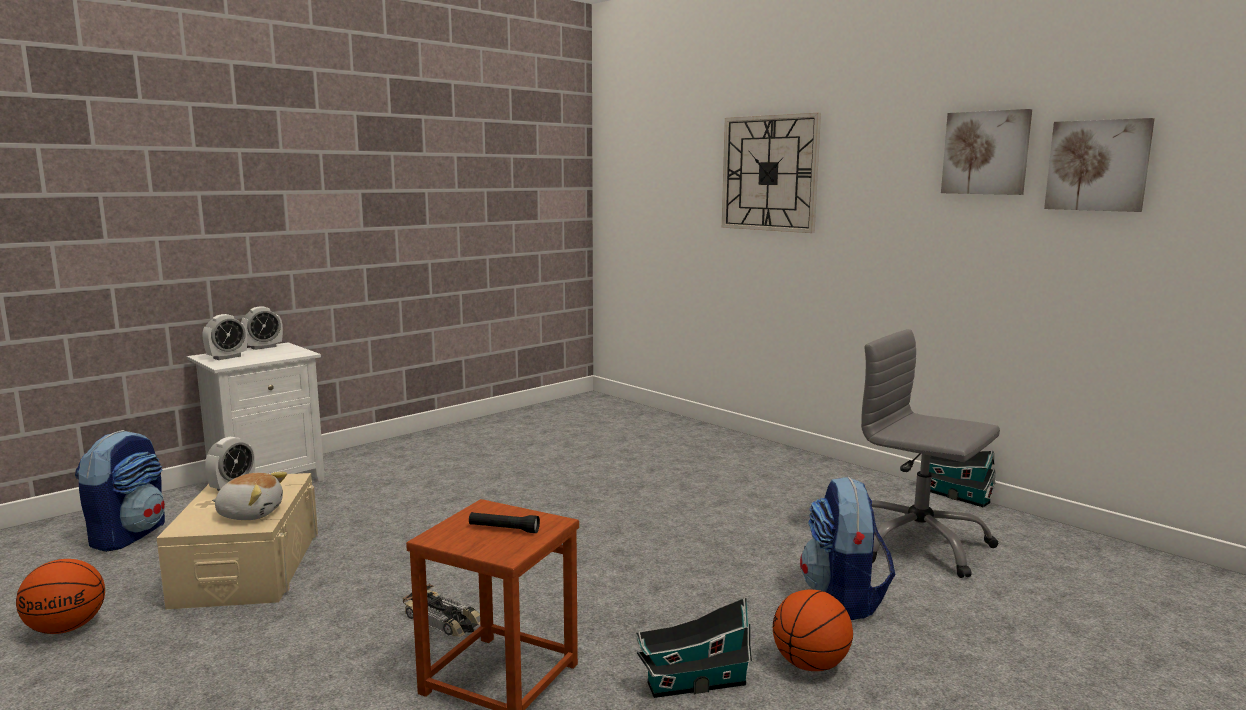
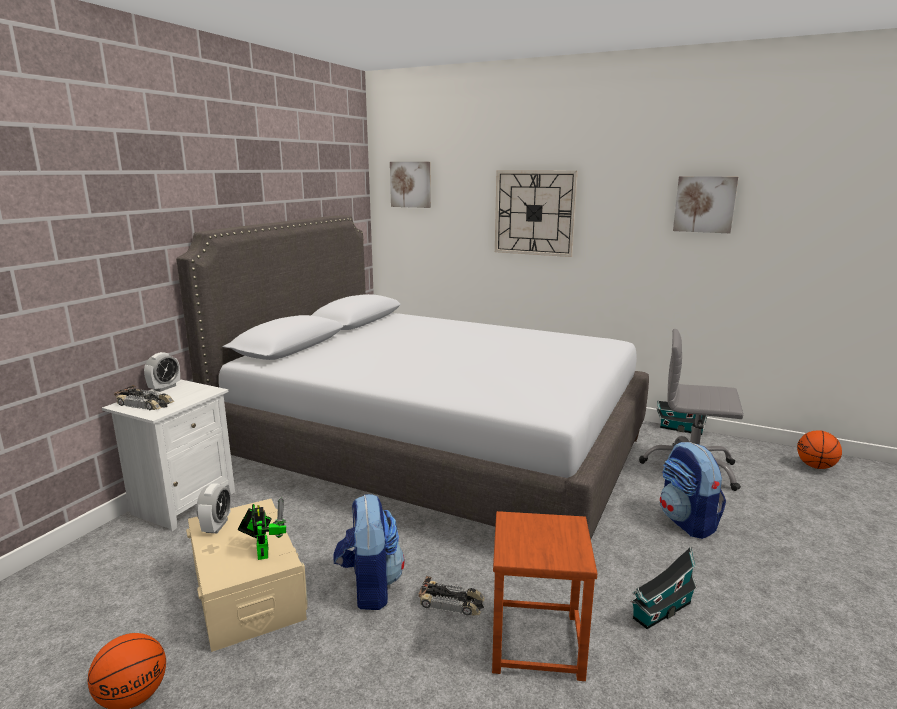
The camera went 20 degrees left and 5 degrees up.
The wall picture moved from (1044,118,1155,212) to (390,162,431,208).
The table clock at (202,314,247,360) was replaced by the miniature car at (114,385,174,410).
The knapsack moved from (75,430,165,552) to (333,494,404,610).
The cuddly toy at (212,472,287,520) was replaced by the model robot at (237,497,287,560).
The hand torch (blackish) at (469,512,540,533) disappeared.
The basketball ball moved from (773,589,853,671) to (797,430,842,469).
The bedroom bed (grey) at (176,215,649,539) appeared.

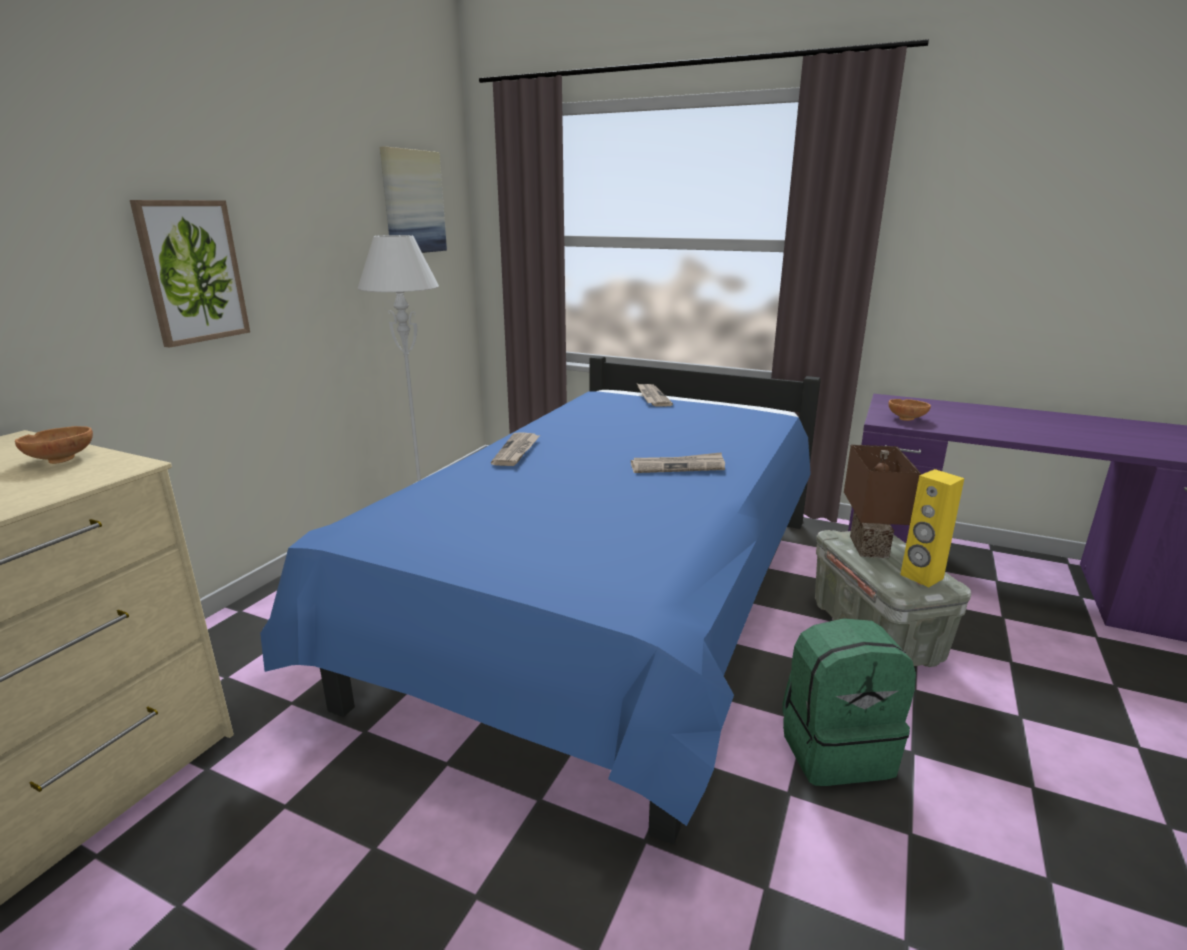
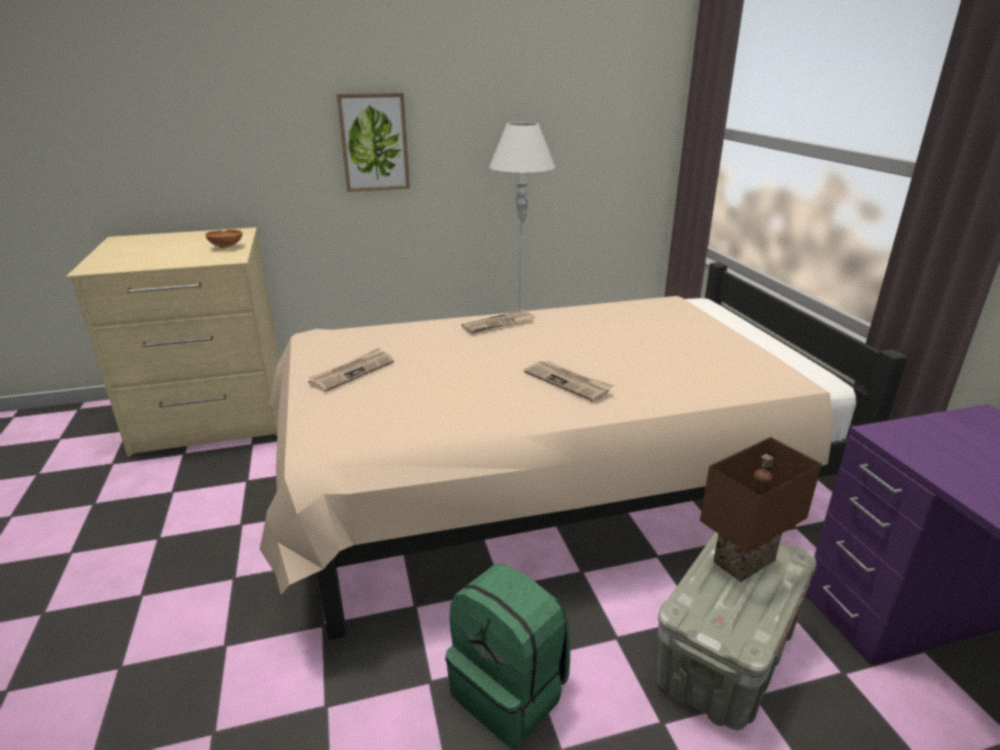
The camera went 50 degrees right and 5 degrees up.
The wall picture at (380,146,447,253) disappeared.
The bedroom bed (blue-coloured) at (260,356,821,844) became the bedroom bed (sand-coloured) at (260,262,907,640).
The printed paper moved from (637,383,673,407) to (308,348,394,392).
The serving bowl (brownish) at (888,399,931,421) disappeared.
The audio speaker (yellowish) at (900,469,964,587) disappeared.

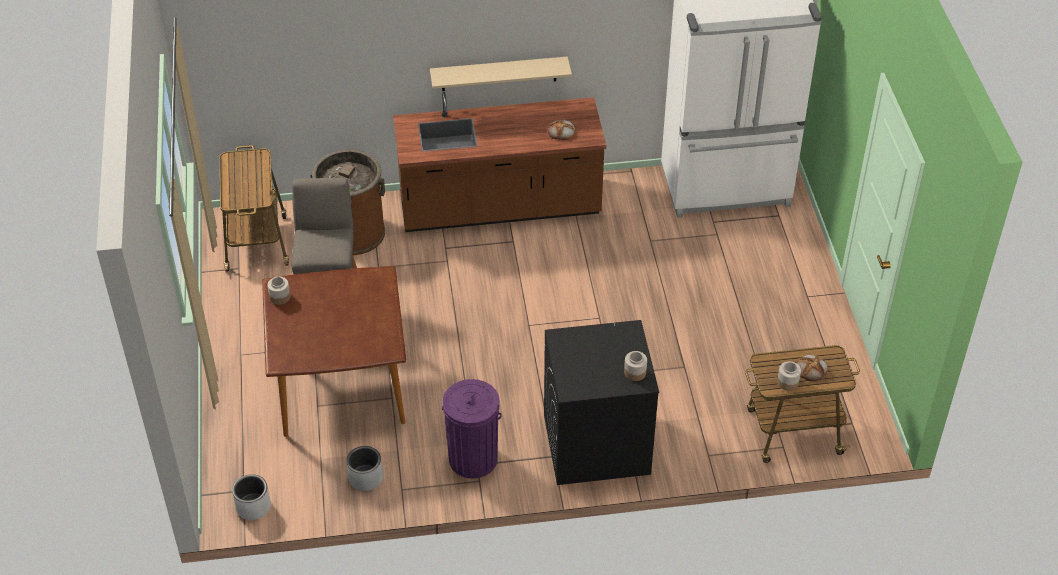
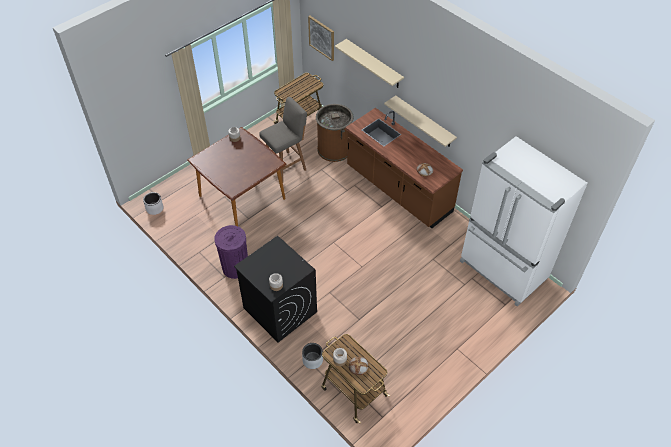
The camera went 55 degrees right and 5 degrees up.
The planter (grey) moved from (346,446,383,491) to (302,343,323,369).
The wall picture at (308,16,334,61) appeared.
The wall shelf (sand-coloured) at (335,39,404,88) appeared.

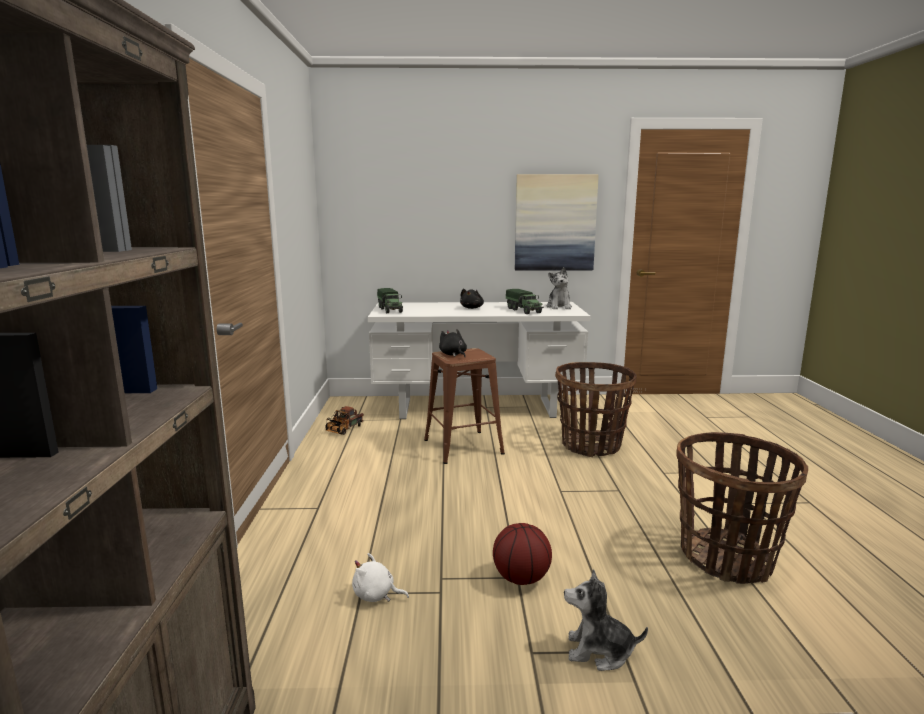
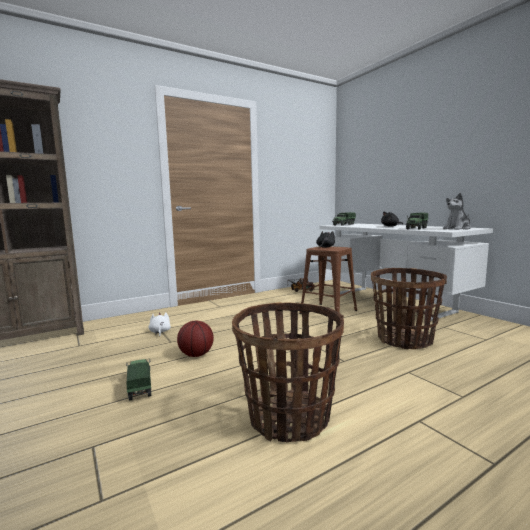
The camera went 60 degrees right and 5 degrees down.
The wall picture at (515,174,599,271) disappeared.
The cuddly toy at (564,569,648,671) was replaced by the model truck at (126,359,151,401).

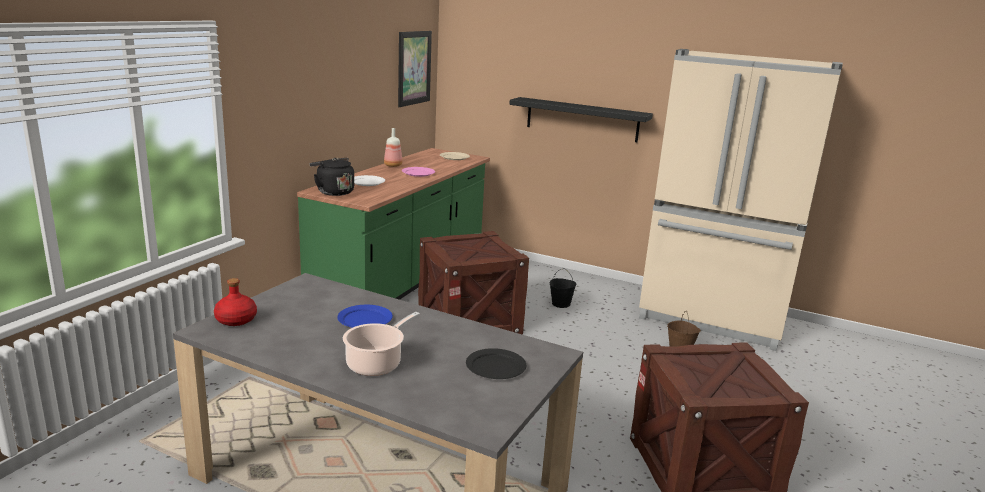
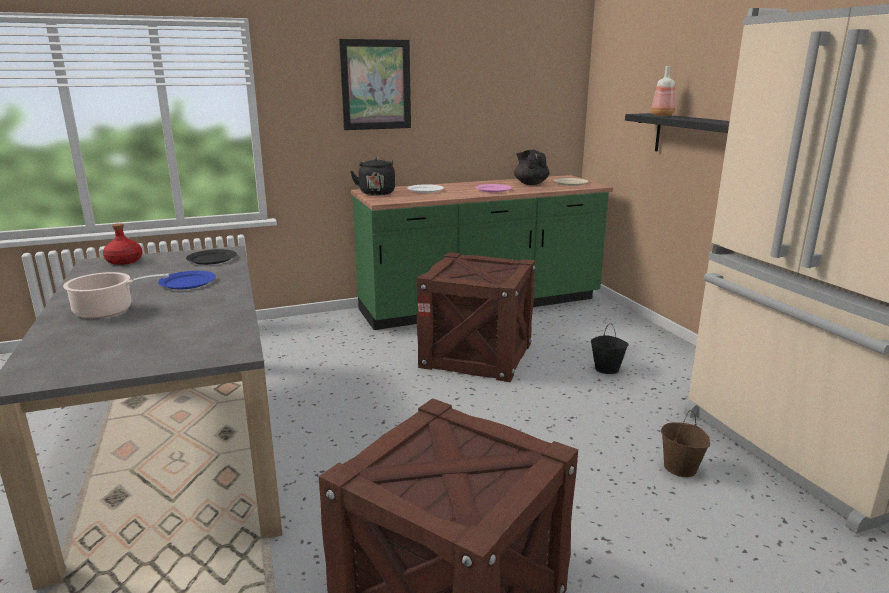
The camera went 45 degrees right and 0 degrees up.
The wall picture moved from (398,31,432,107) to (339,39,411,130).
The bottle moved from (384,128,402,167) to (651,66,675,116).
The dinner plate (blackish) moved from (466,348,526,379) to (186,249,237,265).
The pot for tea (blackish) at (514,150,550,185) appeared.

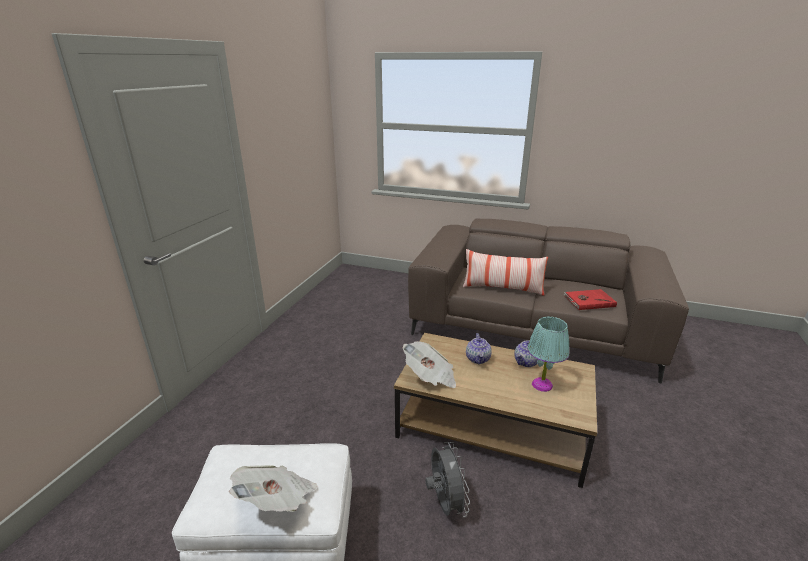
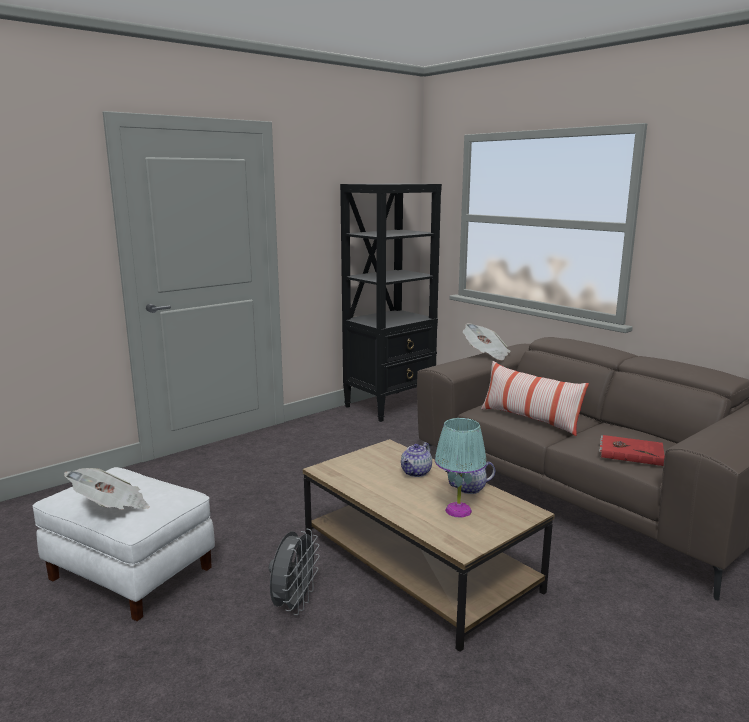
The camera went 30 degrees right and 10 degrees down.
The printed paper moved from (403,341,456,388) to (463,323,510,360).
The shelving unit (blackish) at (340,183,442,422) appeared.

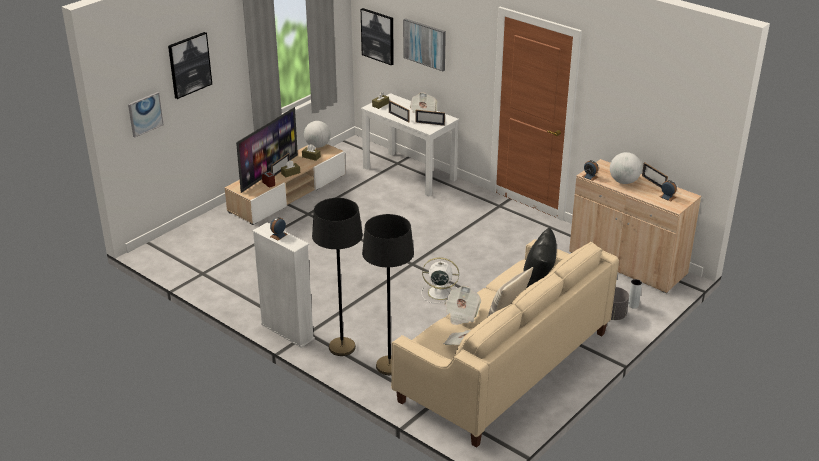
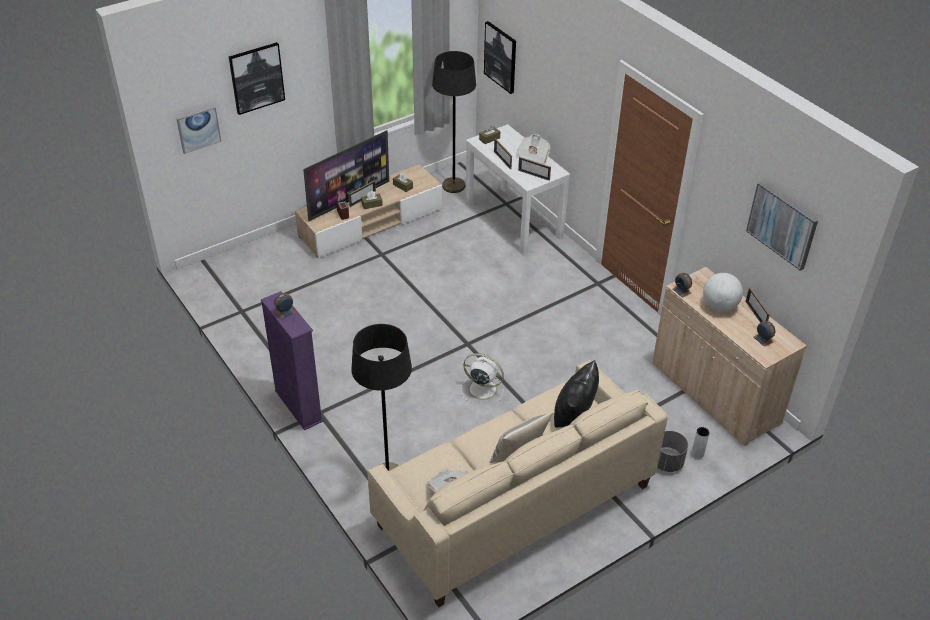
The camera went 15 degrees right and 10 degrees up.
The wall picture moved from (403,18,446,71) to (746,182,818,271).
The world globe at (304,121,331,148) disappeared.
The standing lamp (blackish) moved from (312,198,363,356) to (432,51,476,193).
The shelving unit (white-coloured) at (252,223,315,348) became the shelving unit (purple-coloured) at (261,291,324,430).
The printed paper at (445,286,481,325) disappeared.

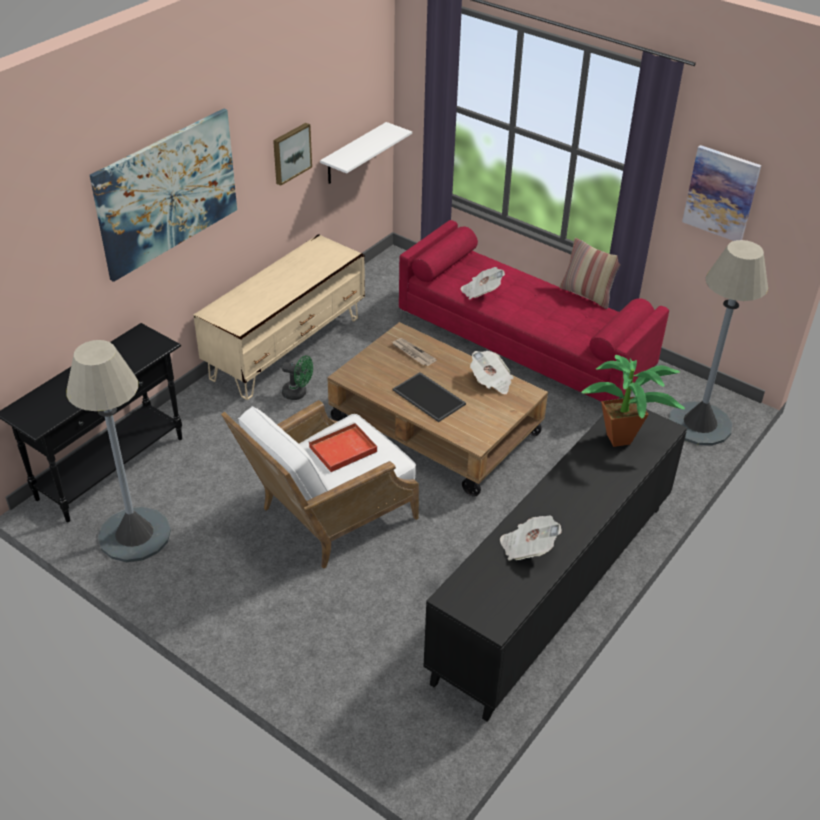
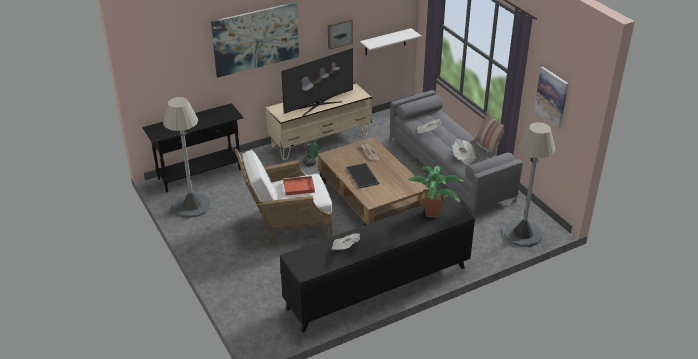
The camera went 25 degrees right and 5 degrees down.
The couch (red) at (399,220,669,401) became the couch (grey) at (390,90,523,218).
The printed paper moved from (470,351,513,394) to (452,139,476,165).
The TV set at (281,48,353,116) appeared.

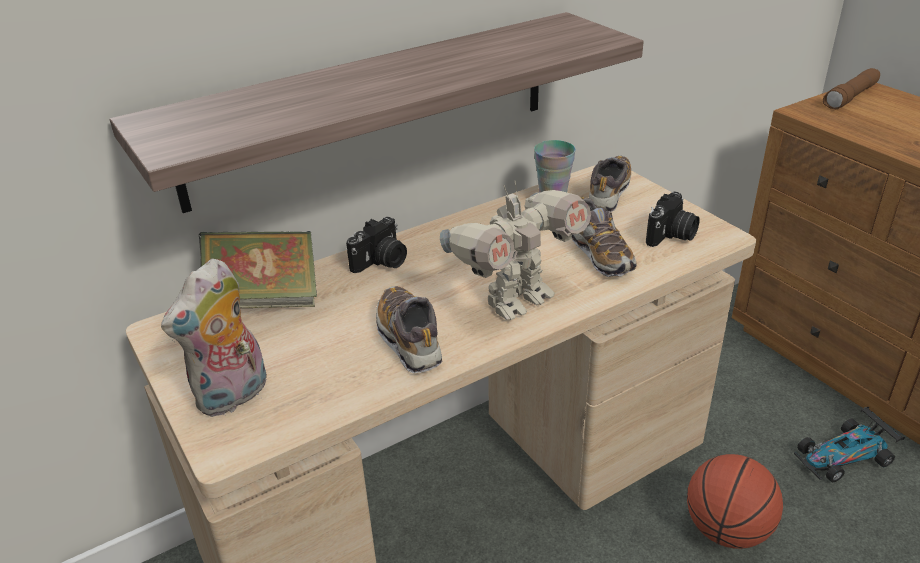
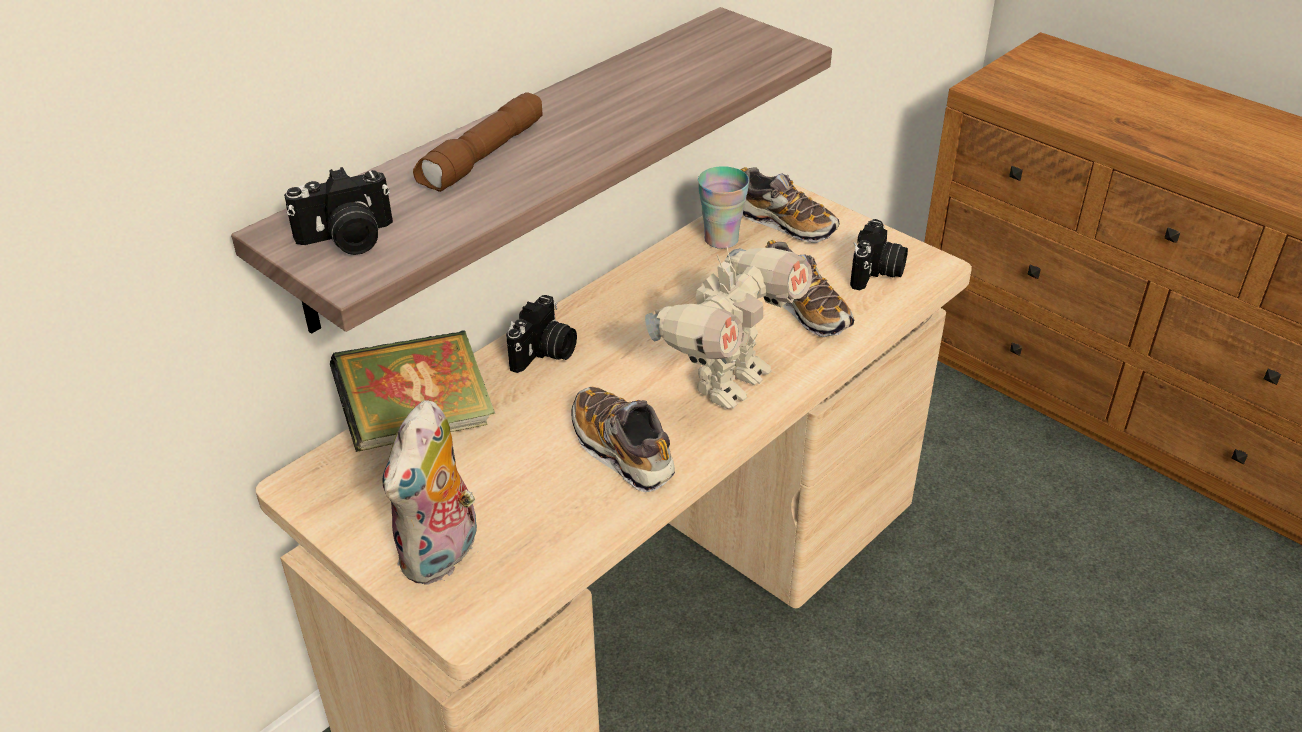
The camera went 15 degrees left and 5 degrees up.
The hand torch (brownish) moved from (823,68,880,109) to (413,92,543,192).
The shoe at (589,156,631,212) turned 120 degrees clockwise.
The miniature car at (794,407,905,482) disappeared.
The basketball ball at (687,454,783,549) disappeared.
The photo camera at (284,167,393,255) appeared.

